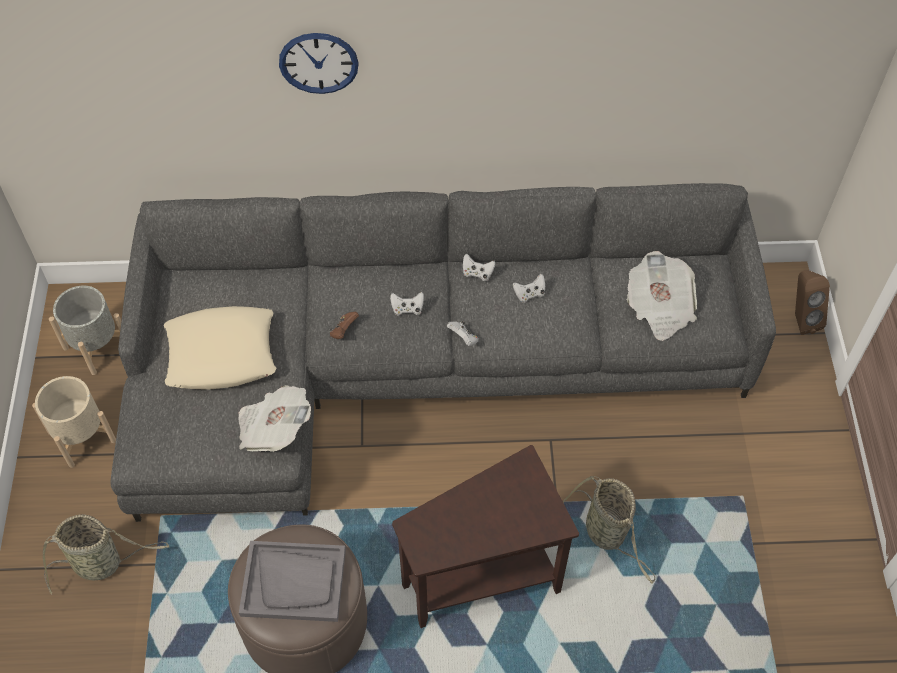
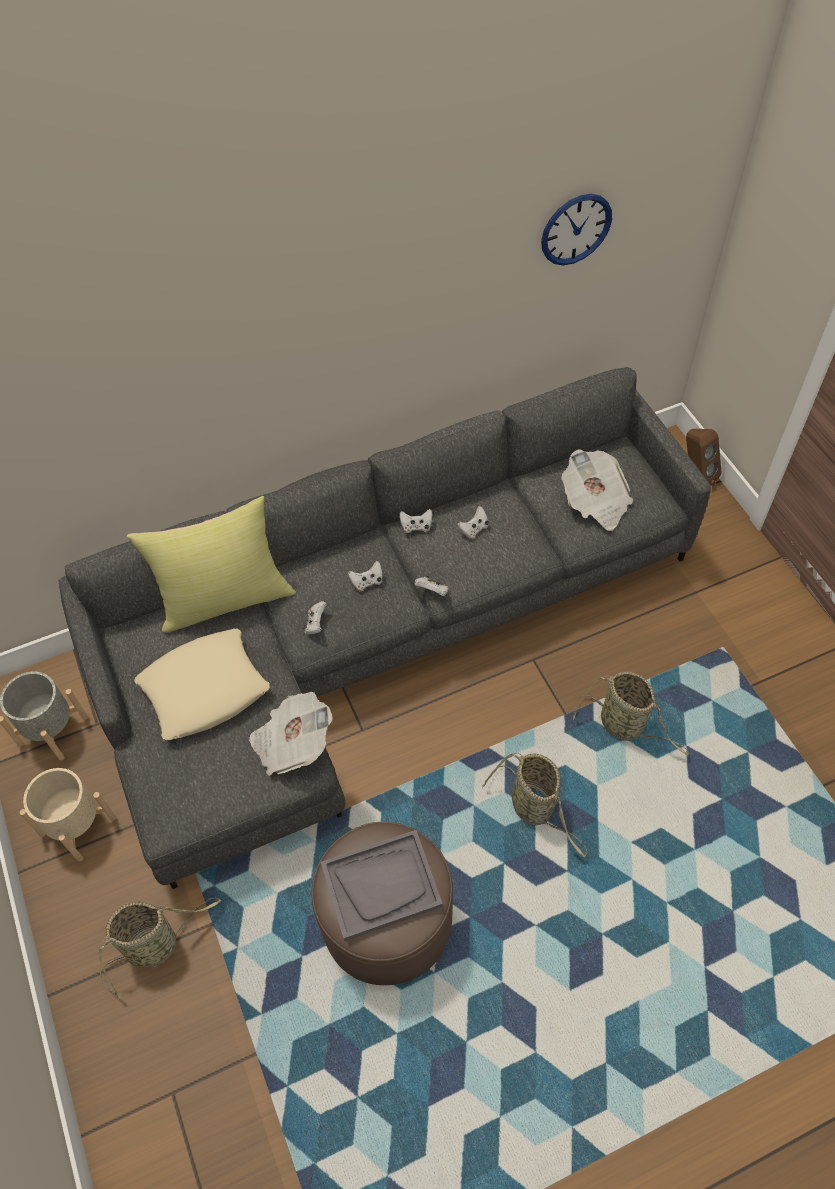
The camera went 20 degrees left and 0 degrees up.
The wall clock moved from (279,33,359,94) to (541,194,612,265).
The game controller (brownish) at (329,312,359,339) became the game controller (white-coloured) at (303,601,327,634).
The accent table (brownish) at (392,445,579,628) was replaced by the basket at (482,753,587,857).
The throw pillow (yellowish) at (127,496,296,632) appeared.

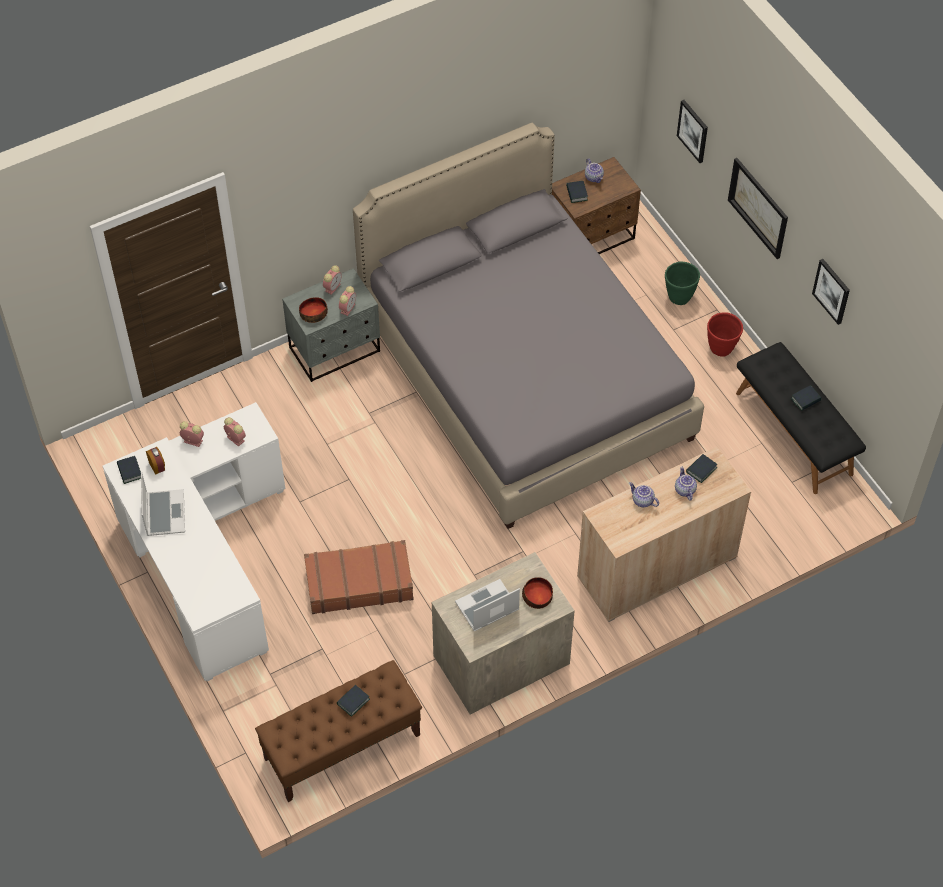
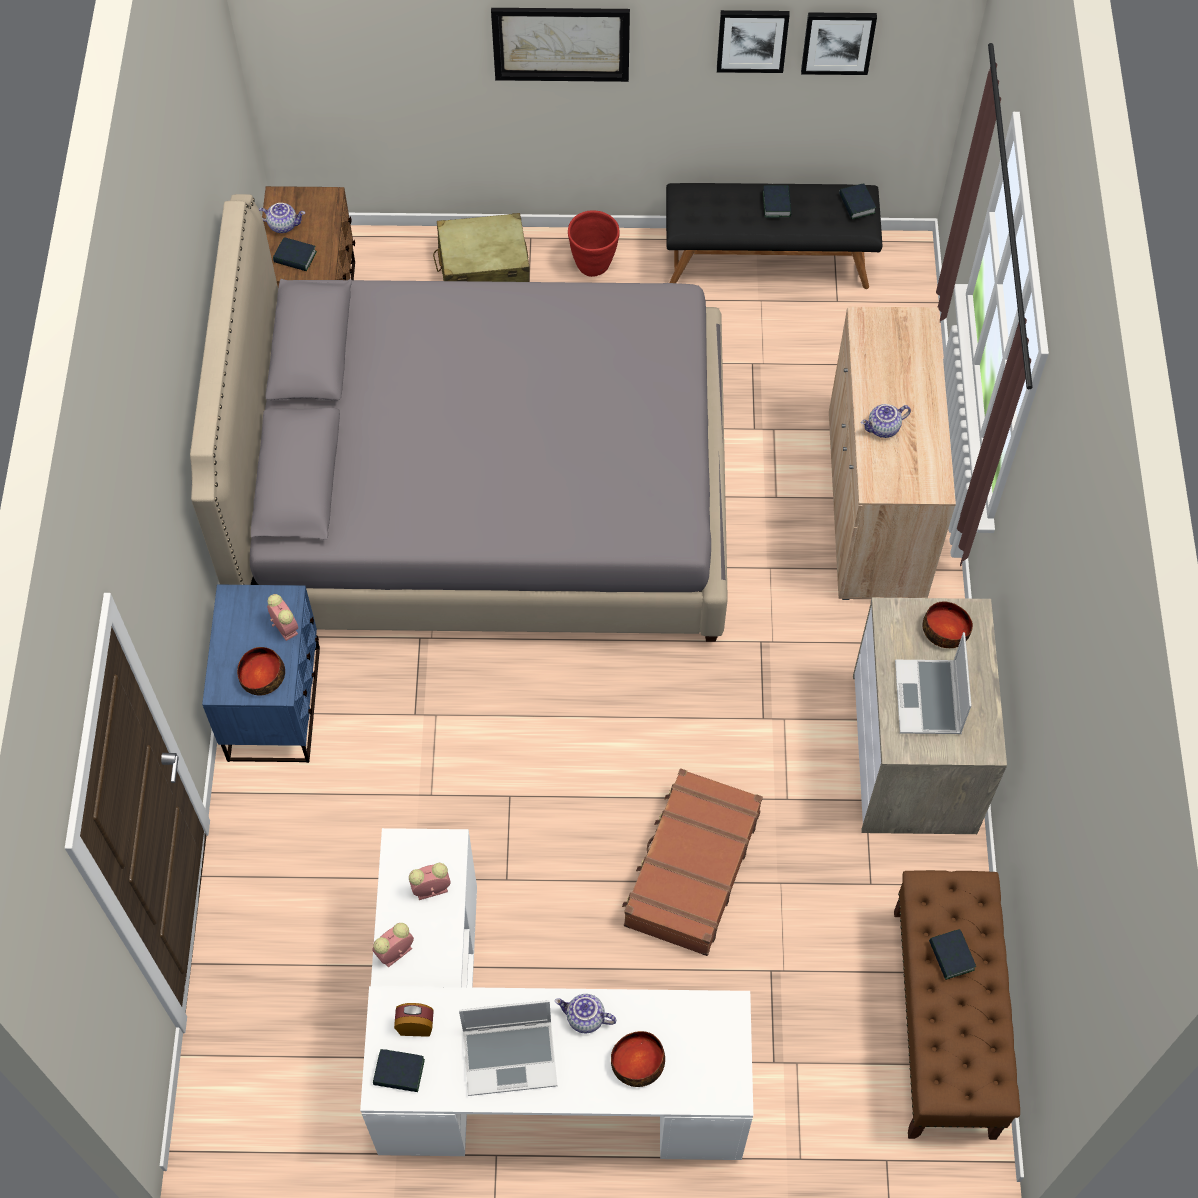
The camera went 60 degrees left and 5 degrees up.
The wall picture moved from (677,100,708,163) to (801,12,877,75).
The planter (green) at (665,262,700,305) was replaced by the piece of luggage (sand-coloured) at (433,213,530,282).
The table clock at (323,265,342,295) disappeared.
The night table (grey) at (282,268,380,382) became the night table (blue-coloured) at (202,585,320,763).
The book moved from (686,454,717,483) to (839,183,876,219).
The pot for tea moved from (675,467,697,501) to (555,994,616,1033).
The portable computer at (141,472,185,536) turned 150 degrees clockwise.
The serving bowl at (611,1031,665,1087) appeared.

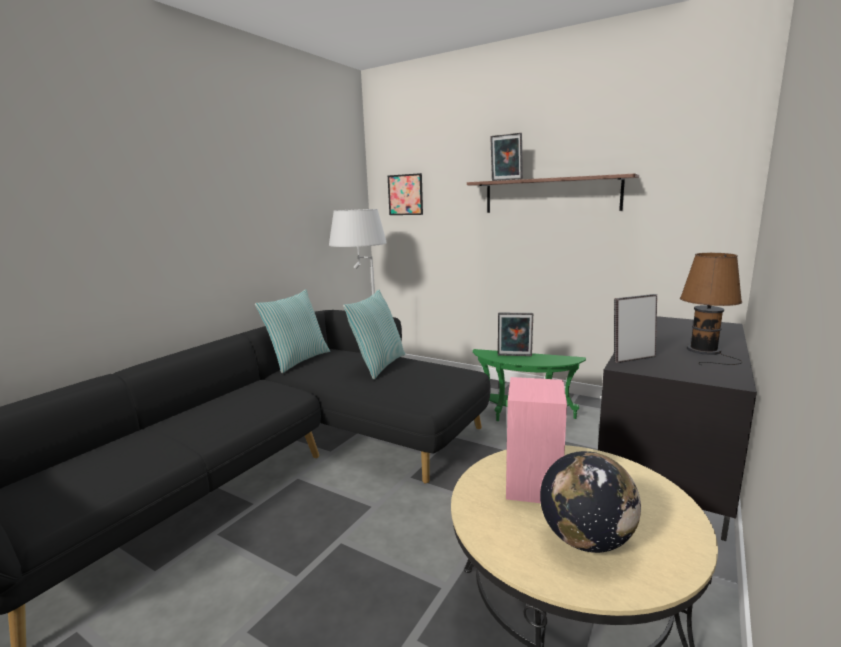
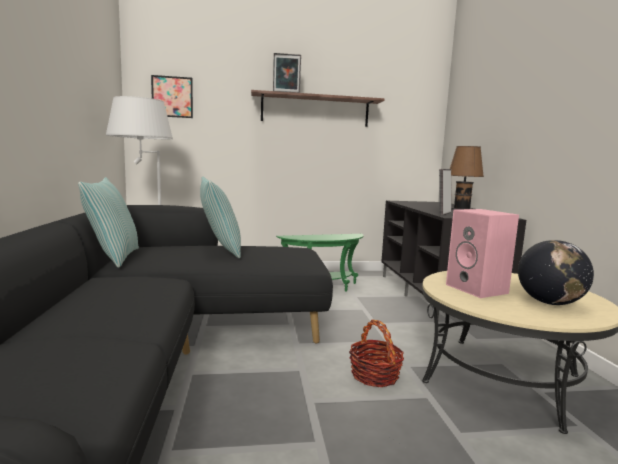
The camera went 40 degrees left and 5 degrees down.
The photo frame at (498,313,533,356) disappeared.
The basket at (349,319,404,387) appeared.

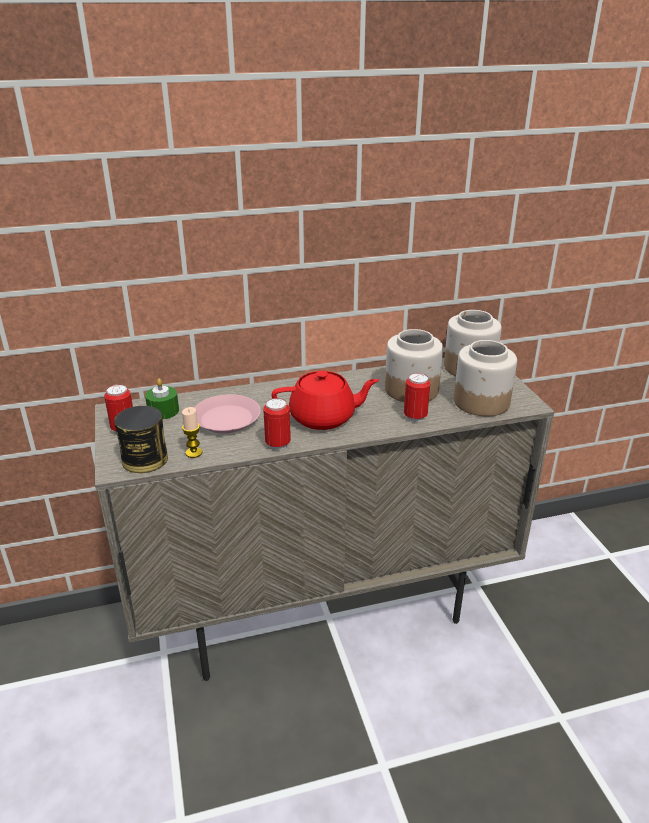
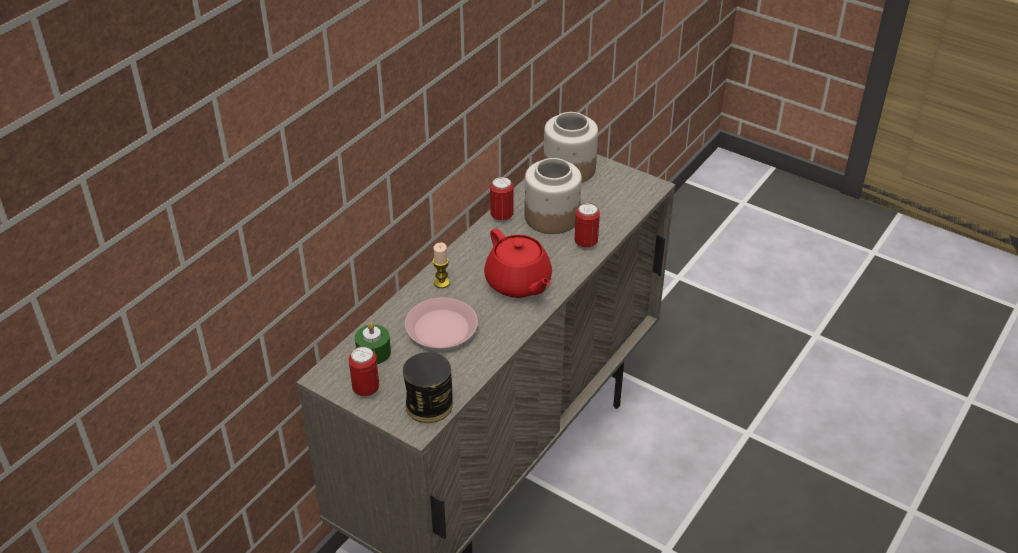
The camera went 40 degrees left and 10 degrees up.
The preserve jar at (454,340,517,416) disappeared.
The pot for tea (red) at (272,371,379,430) turned 105 degrees clockwise.
The metal can moved from (263,398,291,450) to (490,177,514,223).
The wax light moved from (182,407,203,458) to (433,243,450,288).

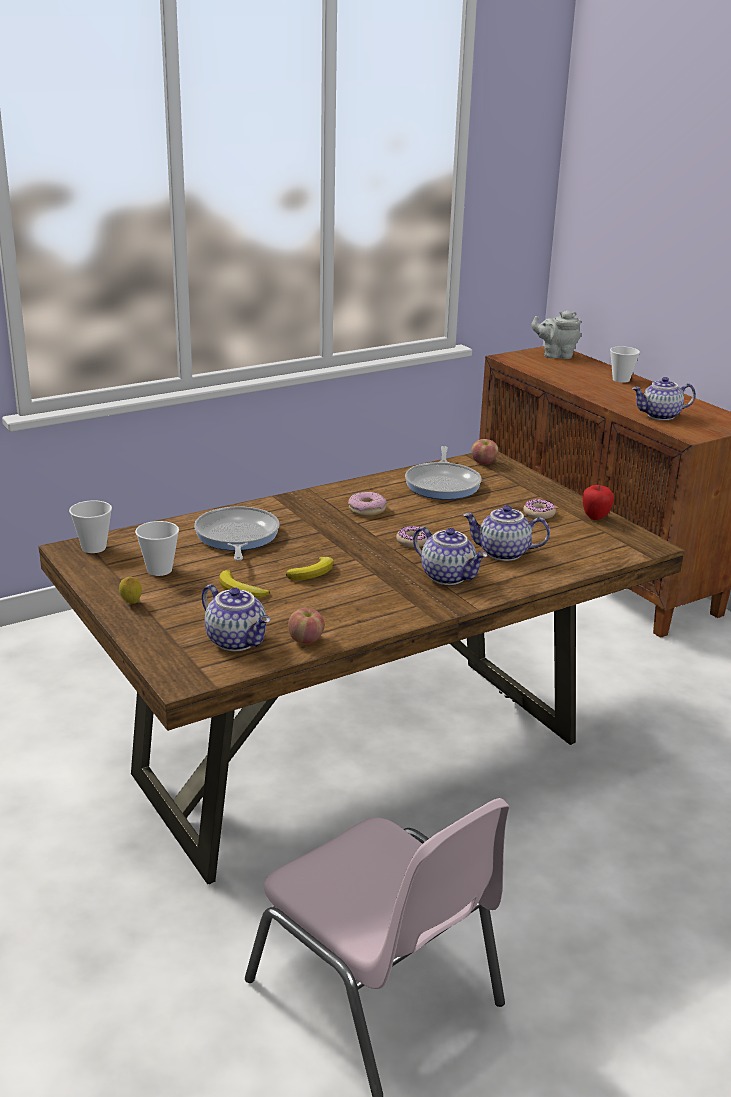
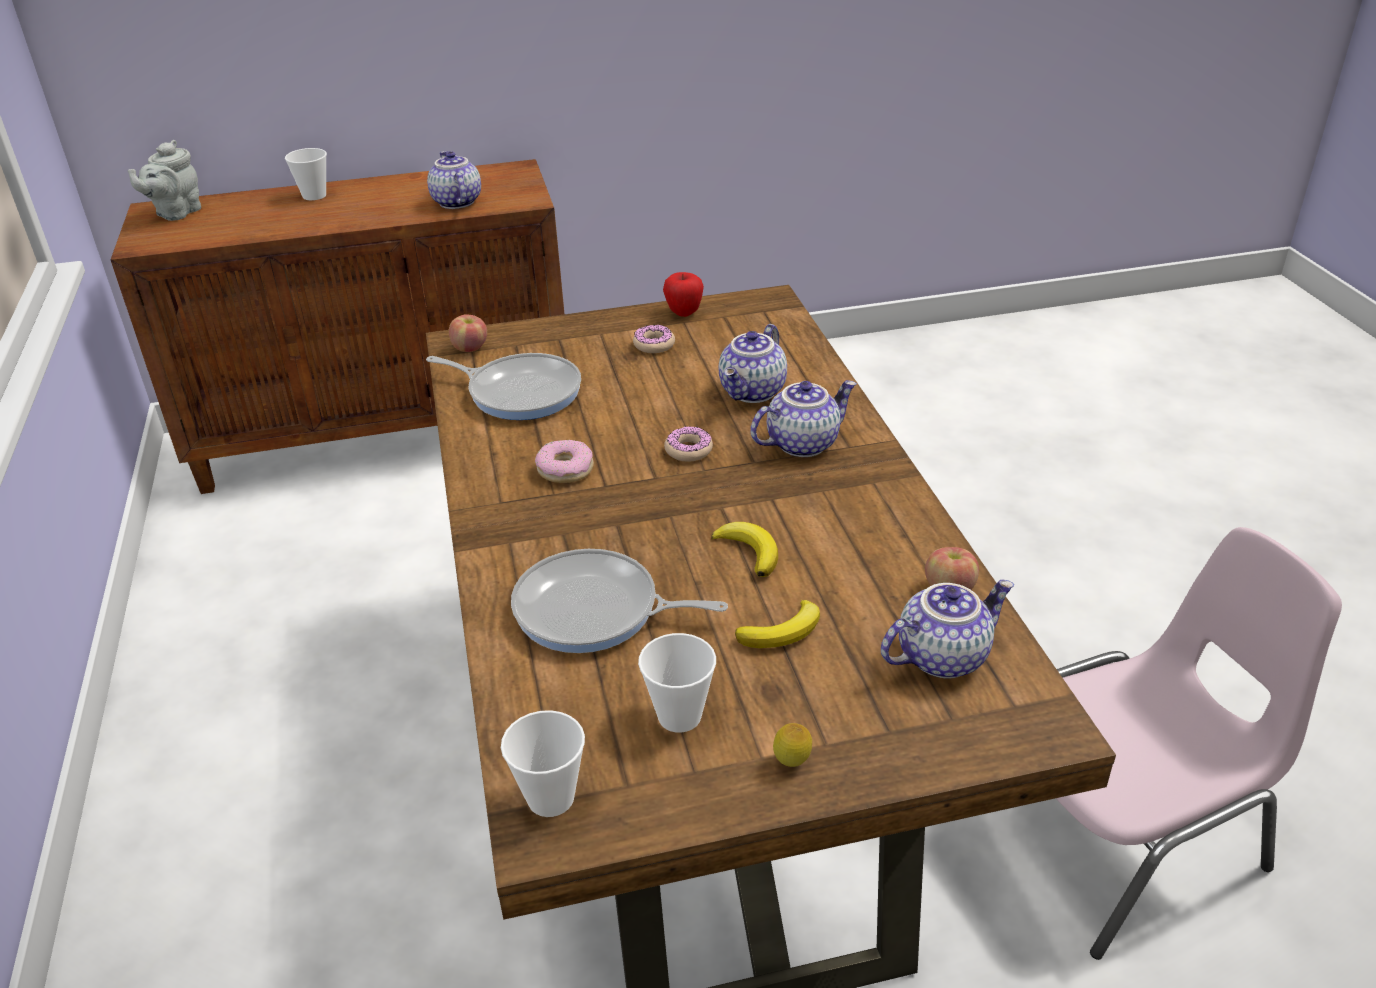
The camera went 70 degrees left and 10 degrees up.
The pot for tea at (632,377,696,420) turned 150 degrees clockwise.

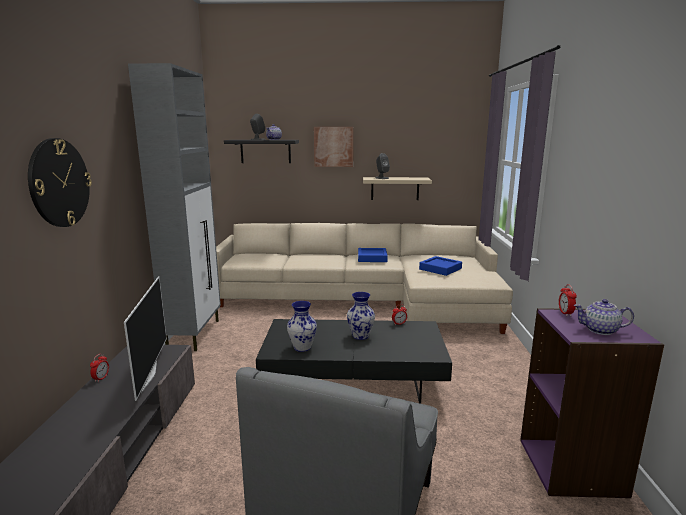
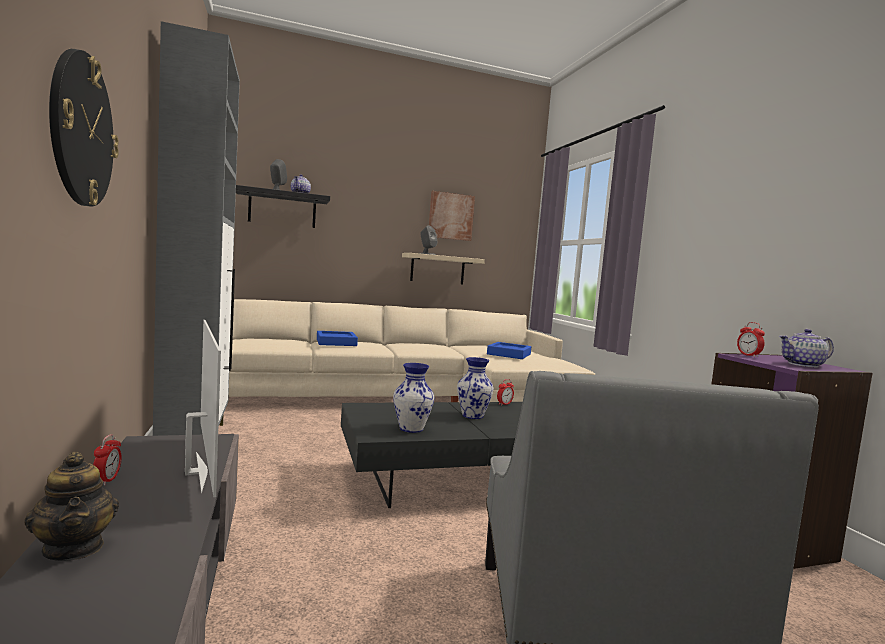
The camera went 20 degrees left and 10 degrees down.
The wall picture moved from (314,127,353,167) to (429,191,475,241).
The carrying tray (blue-coloured) moved from (358,248,388,262) to (317,331,358,346).
The pot for tea at (24,452,119,561) appeared.

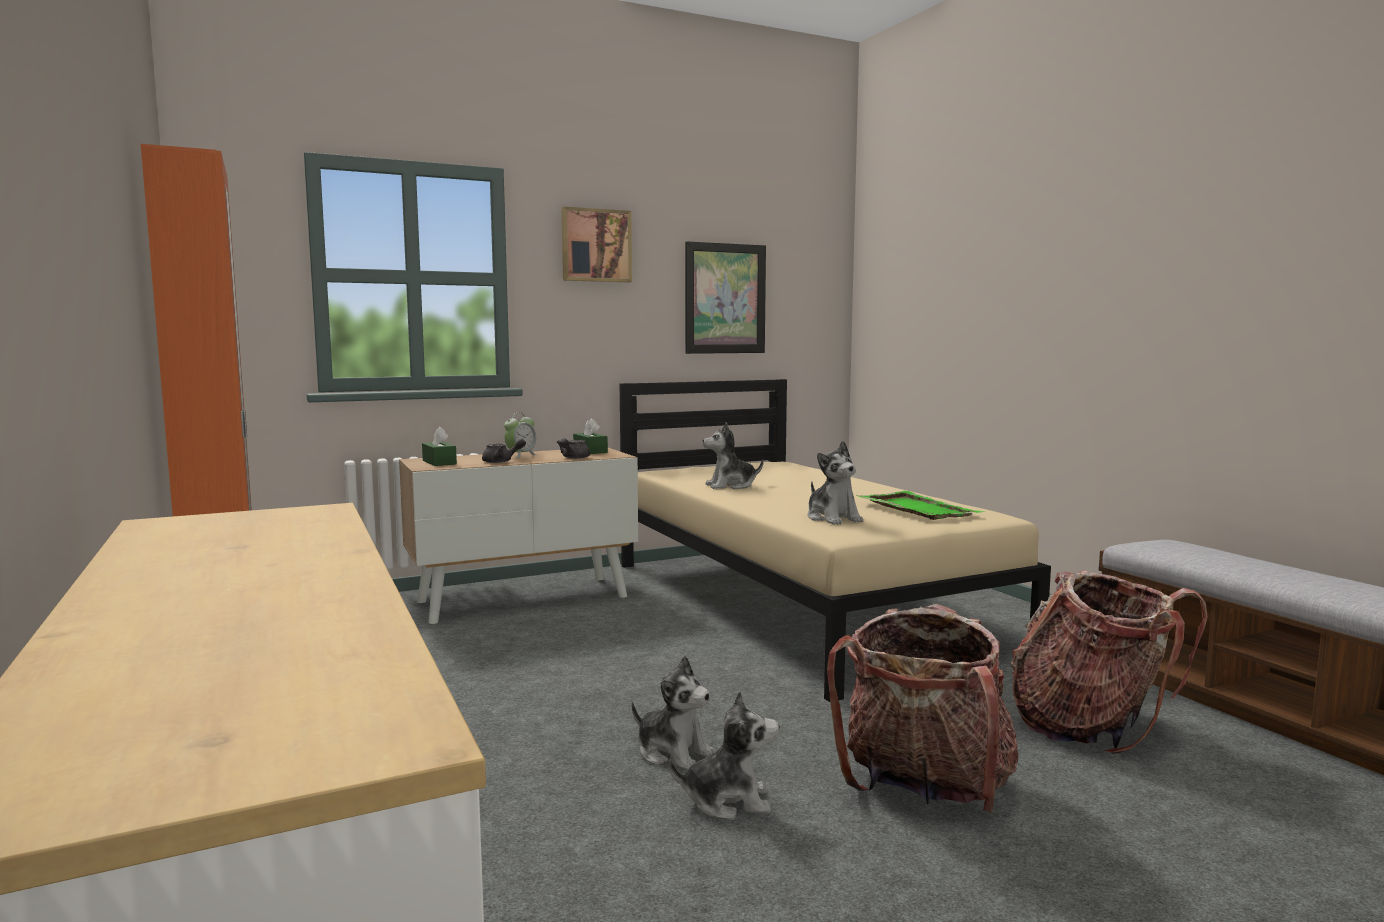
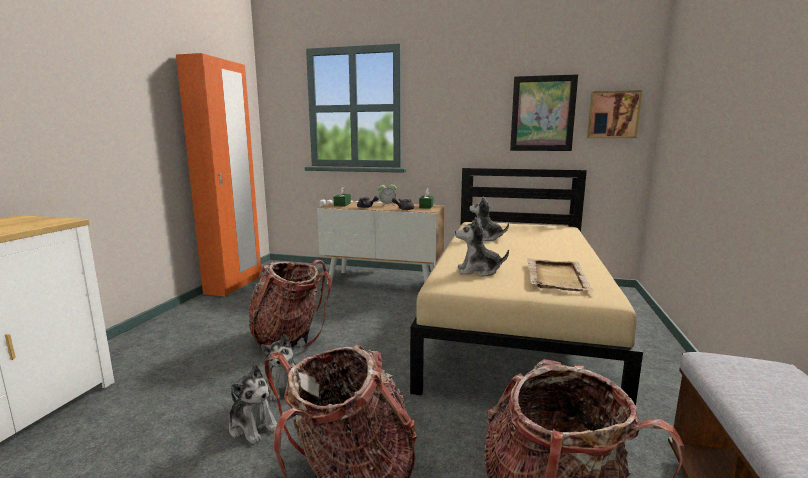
The camera went 40 degrees right and 5 degrees up.
The wall picture moved from (561,207,632,282) to (587,90,642,138).
The cuddly toy at (807,441,863,525) turned 75 degrees clockwise.
The carrying tray (green) at (856,491,984,520) became the carrying tray (sand-coloured) at (527,258,594,291).
The knapsack at (249,260,331,348) appeared.

